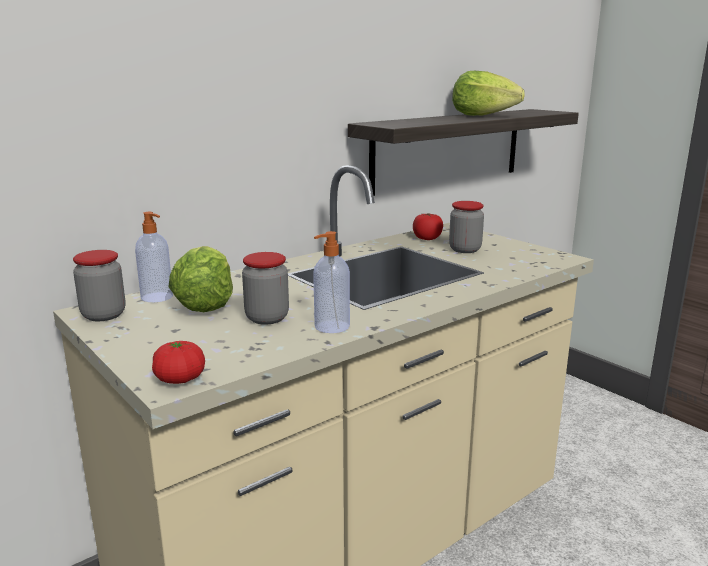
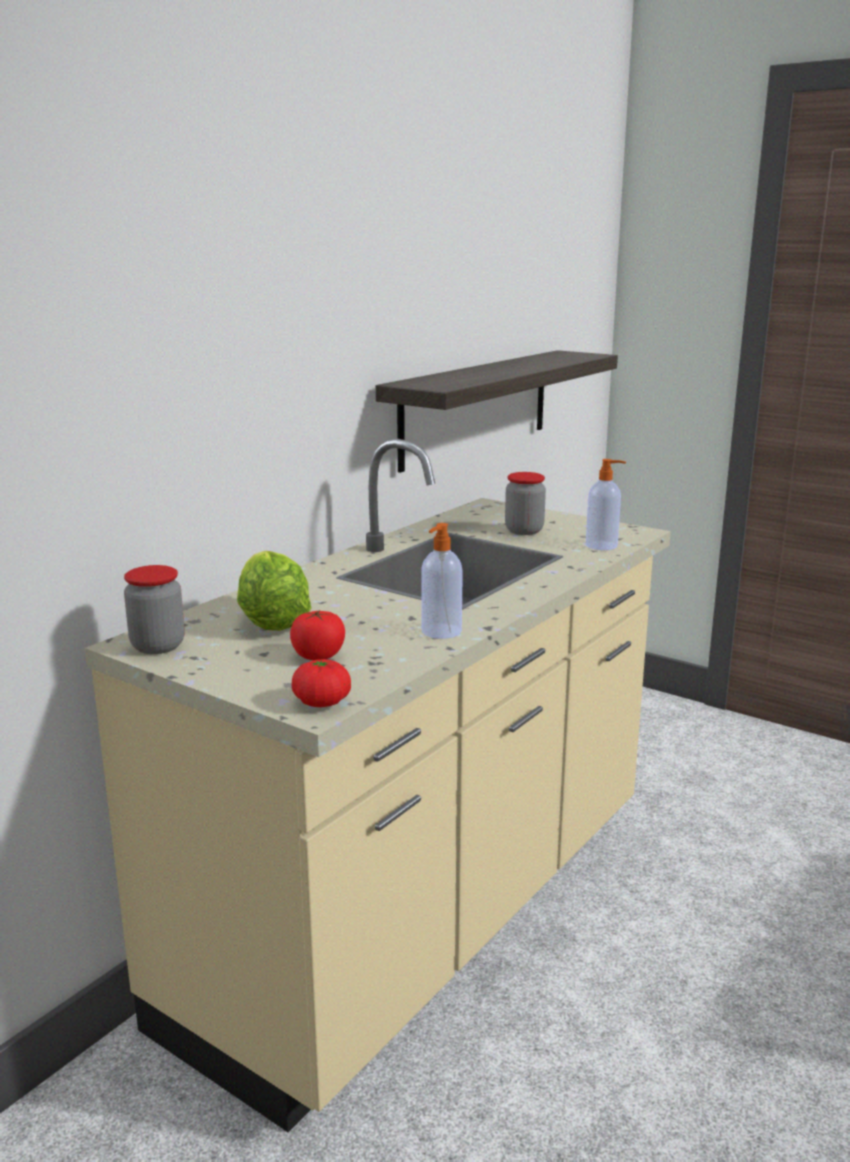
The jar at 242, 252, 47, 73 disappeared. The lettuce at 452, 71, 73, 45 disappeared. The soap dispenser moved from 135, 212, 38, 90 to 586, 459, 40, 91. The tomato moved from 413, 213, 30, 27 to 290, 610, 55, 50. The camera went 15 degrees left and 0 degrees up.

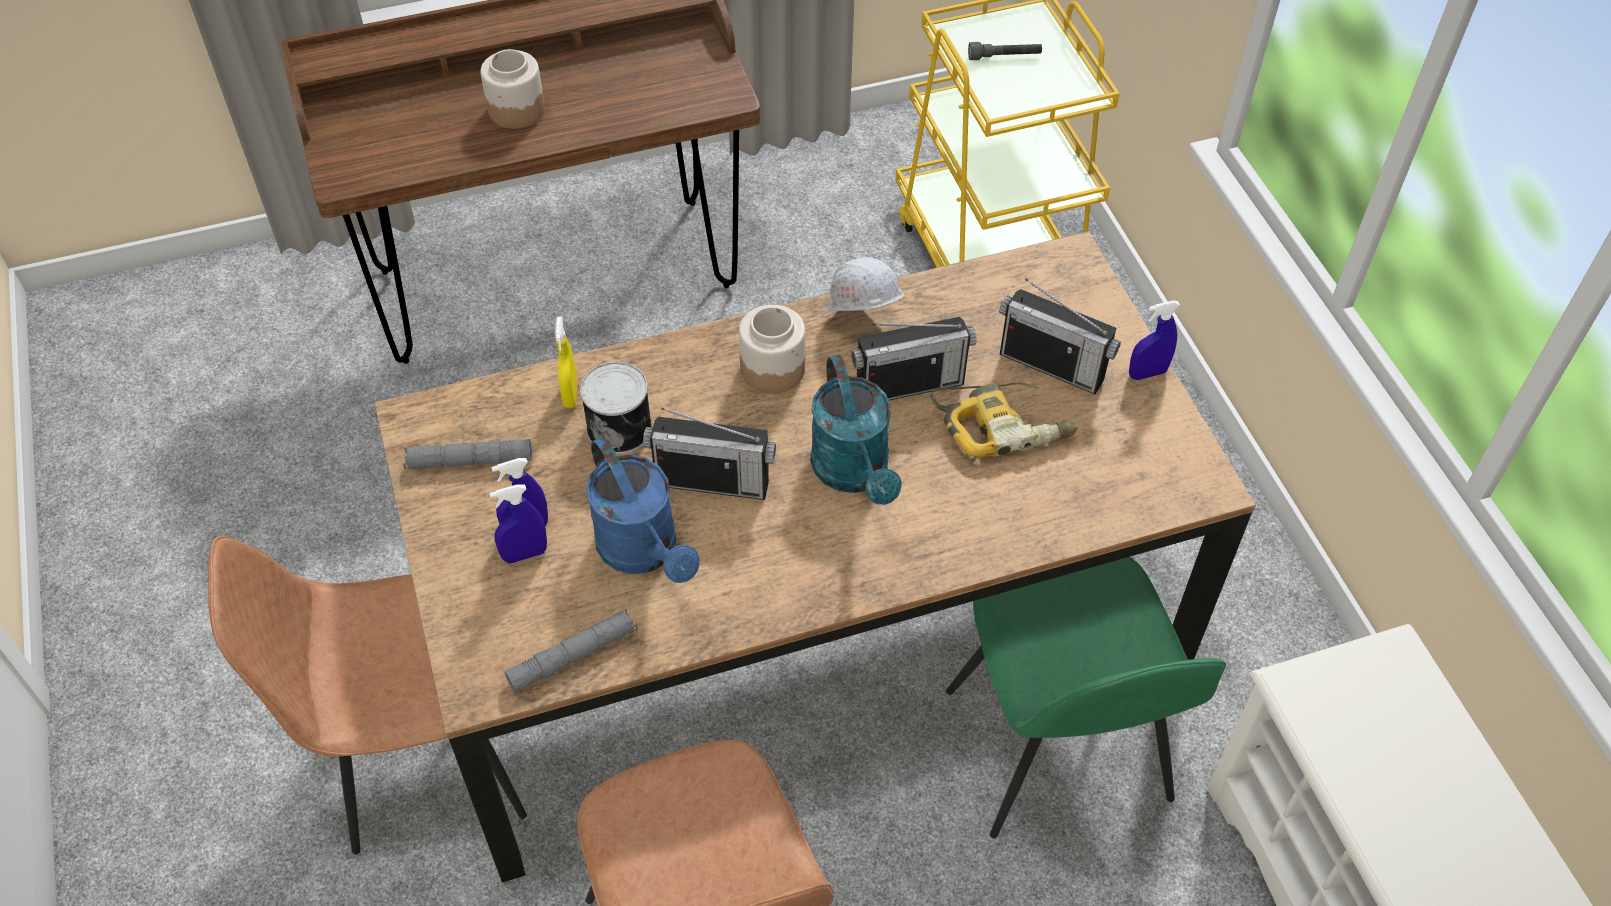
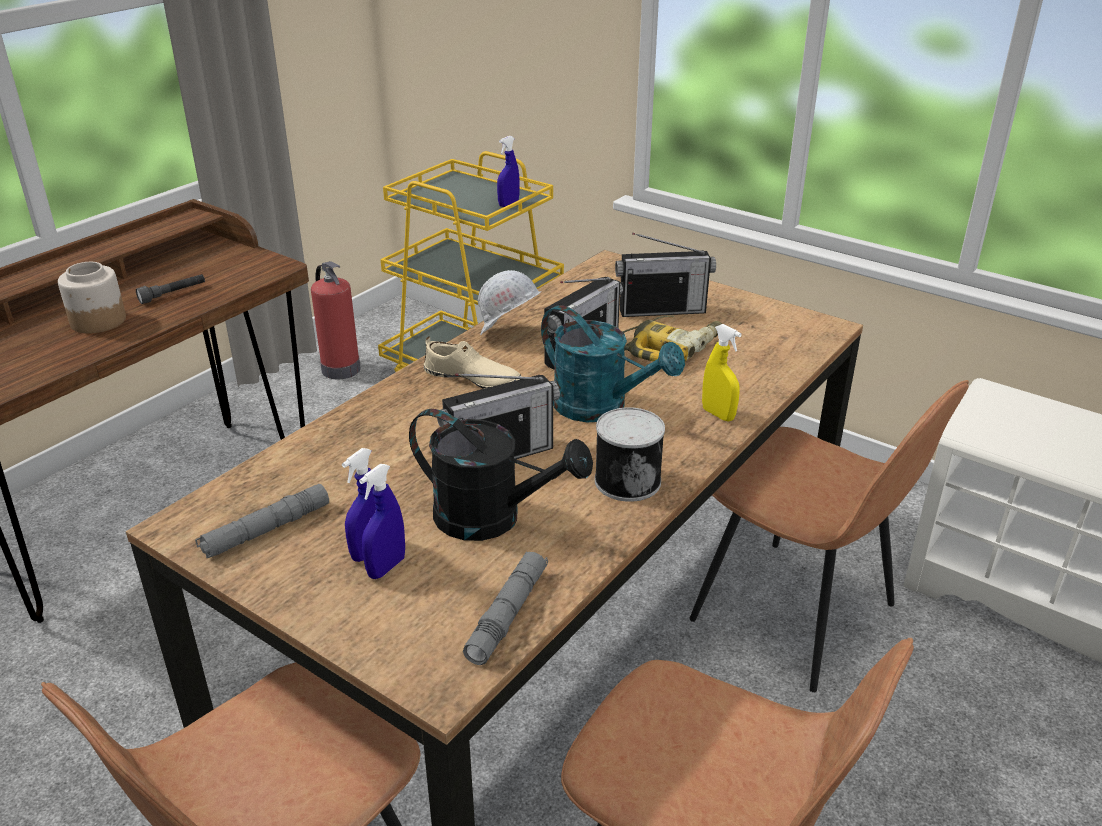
The fire extinguisher at 311, 261, 50, 118 appeared. The yellow spray bottle moved from 555, 317, 22, 91 to 702, 324, 40, 98. The can moved from 580, 362, 72, 93 to 595, 407, 70, 95. The grey flashlight moved from 968, 42, 74, 18 to 136, 274, 69, 30. The blue spray bottle moved from 1129, 300, 51, 80 to 497, 136, 22, 71. The jar at 739, 305, 67, 89 was replaced by the beige shoe at 424, 336, 98, 53. The blue watering can at 586, 437, 114, 146 became the black watering can at 409, 409, 184, 132. The green chair at 946, 557, 280, 282 became the brown chair at 689, 380, 280, 312. The camera went 35 degrees left and 20 degrees down.

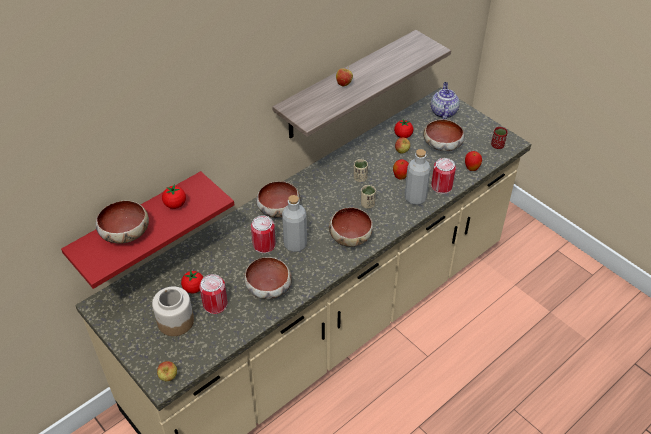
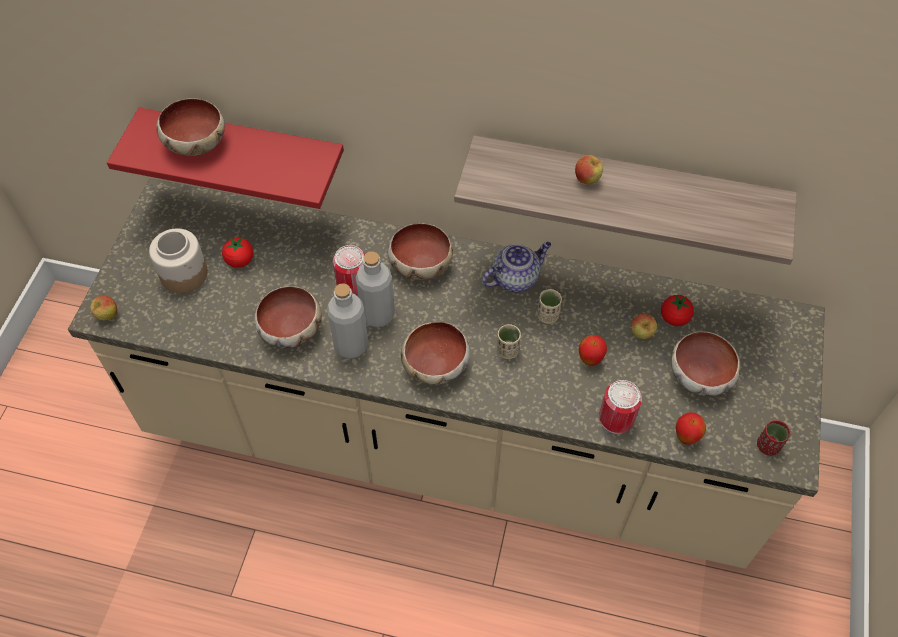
The tomato at 162, 184, 24, 25 disappeared. The can at 199, 274, 29, 40 disappeared. The grey bottle moved from 404, 149, 27, 56 to 327, 283, 42, 76. The teapot moved from 431, 82, 29, 38 to 482, 242, 69, 50. The camera went 55 degrees right and 10 degrees up.

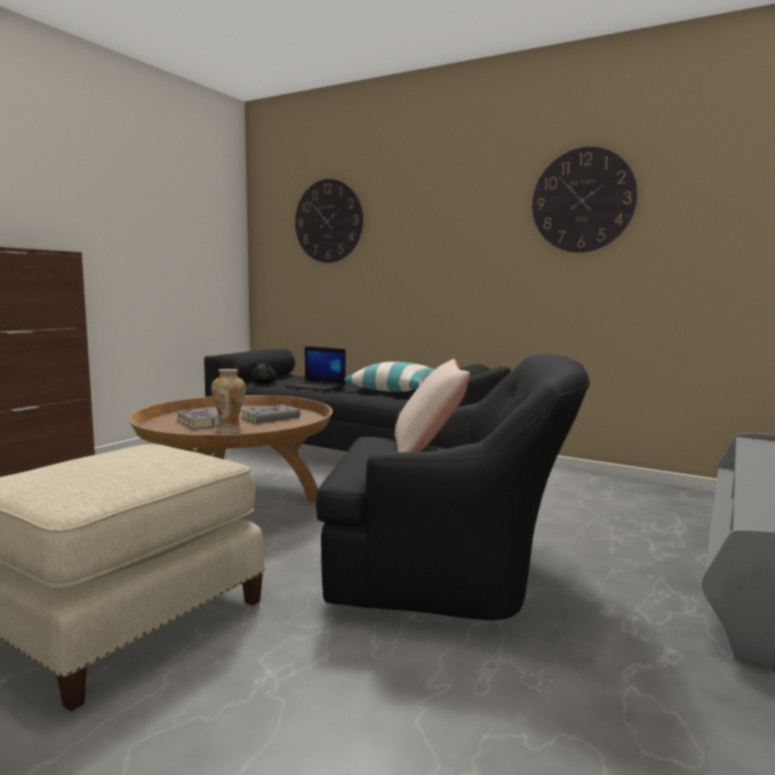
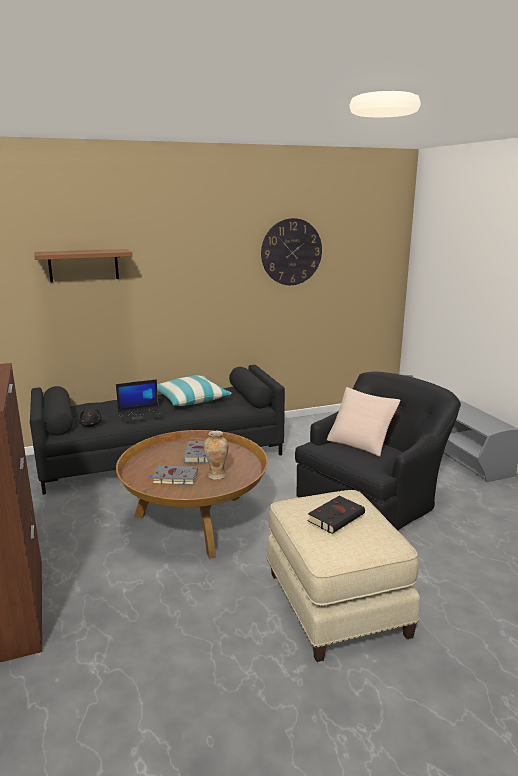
The black book at 308, 496, 57, 38 appeared. The wall clock at 295, 179, 68, 84 was replaced by the brown shelf at 34, 249, 98, 33. The camera went 50 degrees left and 10 degrees up.

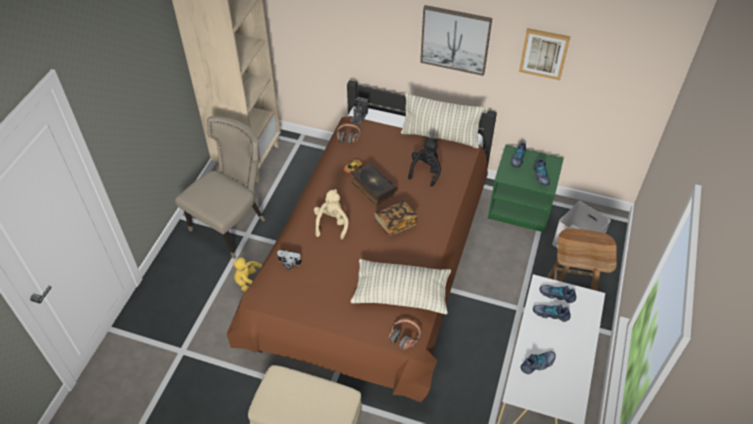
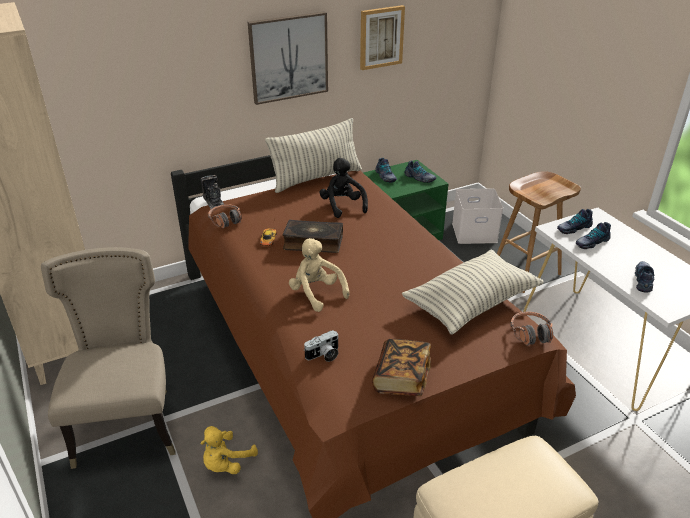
The book moved from 374, 200, 43, 36 to 372, 339, 59, 57. The camera went 45 degrees left and 15 degrees down.

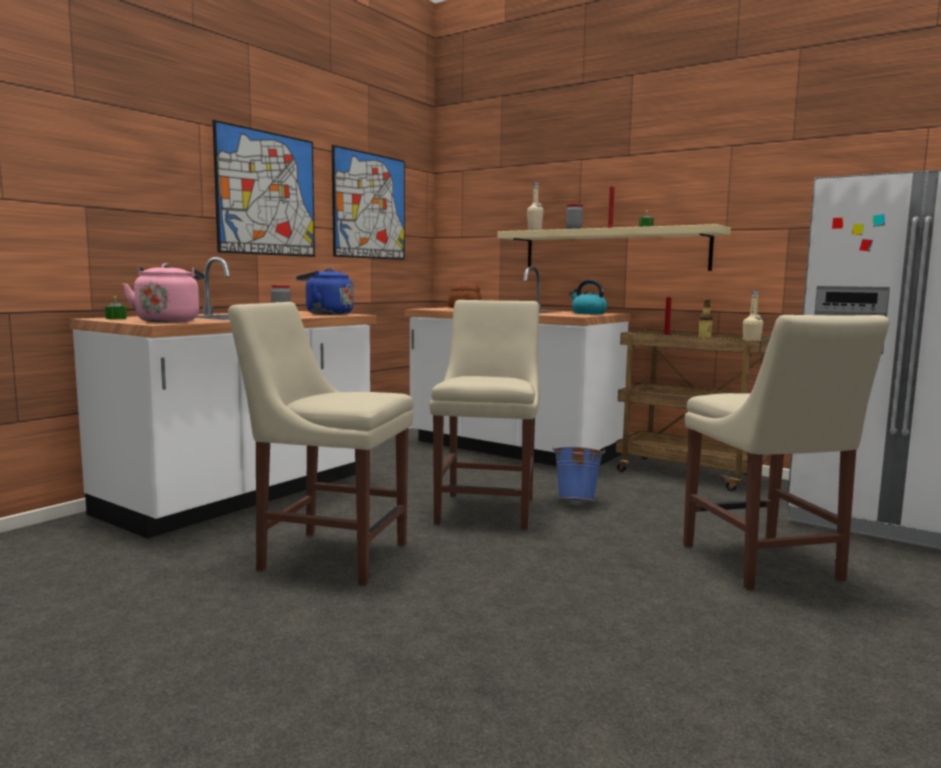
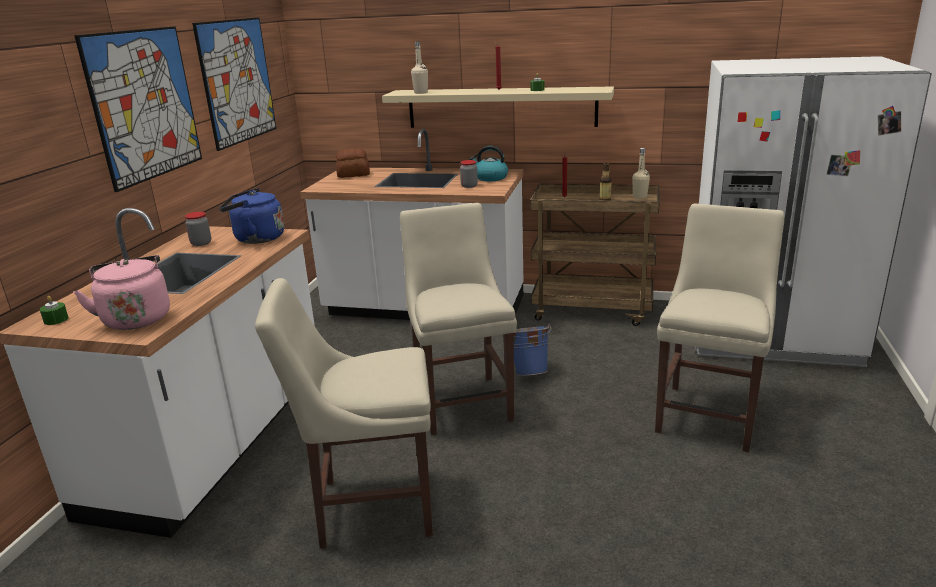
The jar moved from 566, 204, 17, 25 to 460, 160, 18, 28. The beige chair at 683, 315, 206, 275 turned 120 degrees counterclockwise. The camera went 20 degrees left and 15 degrees up.

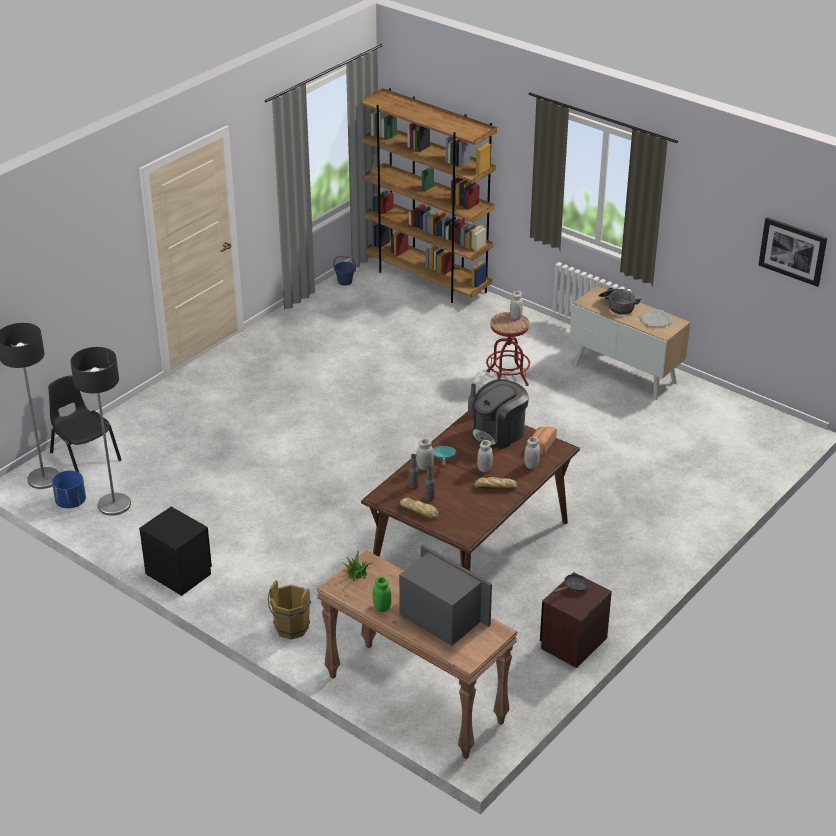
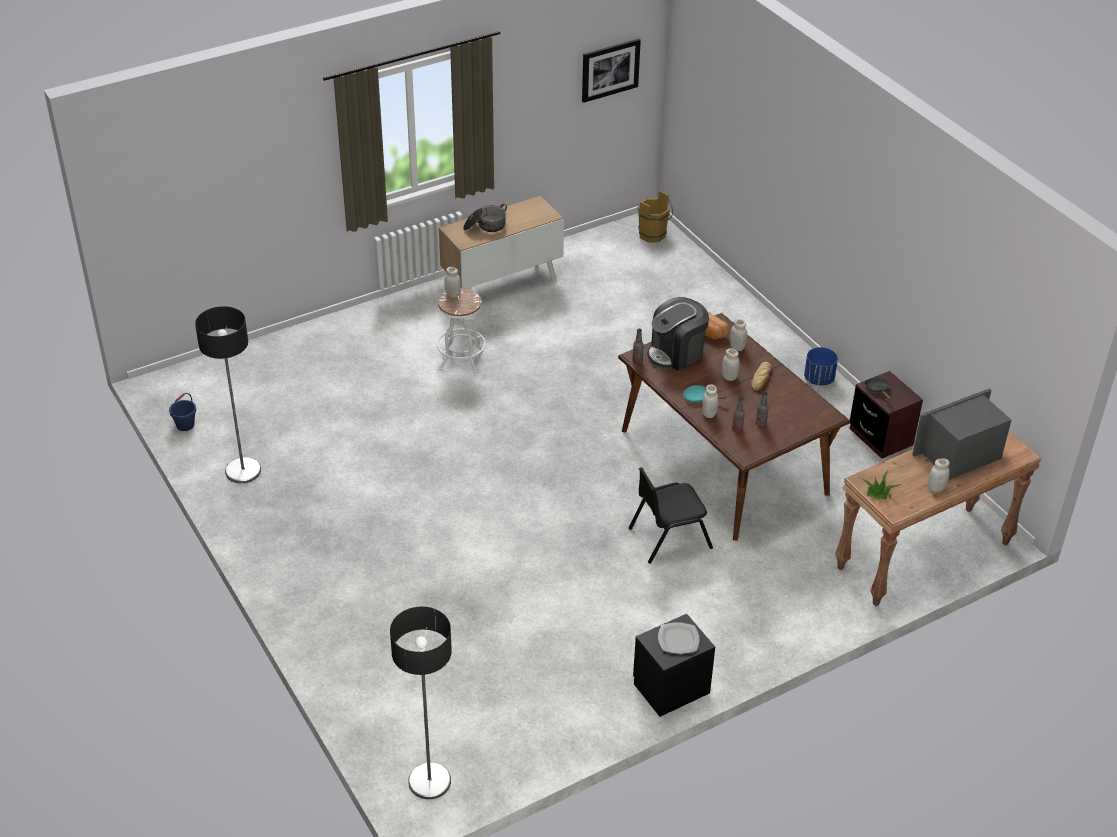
The brown bookcase at 361, 88, 136, 215 disappeared. The bread at 400, 498, 39, 21 disappeared. The black chair moved from 48, 375, 73, 97 to 629, 467, 84, 97. The blue planter moved from 52, 470, 34, 38 to 804, 347, 34, 39. The floor lamp moved from 70, 347, 61, 169 to 195, 306, 66, 177. The brown bucket moved from 268, 580, 43, 60 to 638, 190, 35, 52. The plate moved from 640, 310, 33, 17 to 658, 622, 42, 32. The green jar at 373, 577, 18, 35 became the white jar at 928, 458, 22, 34. The red stool at 486, 312, 44, 74 became the white stool at 437, 288, 49, 86. The coffee machine at 471, 379, 58, 70 turned 75 degrees clockwise. The camera went 70 degrees left and 5 degrees up.

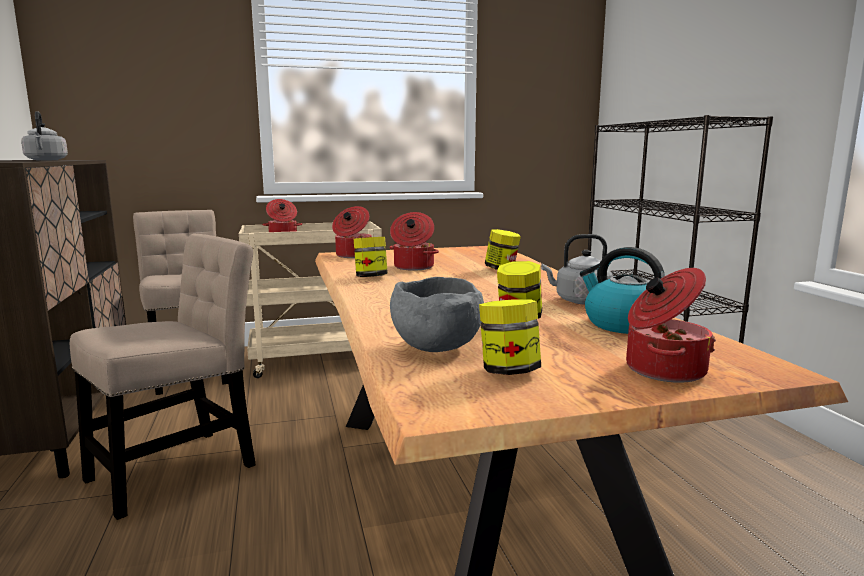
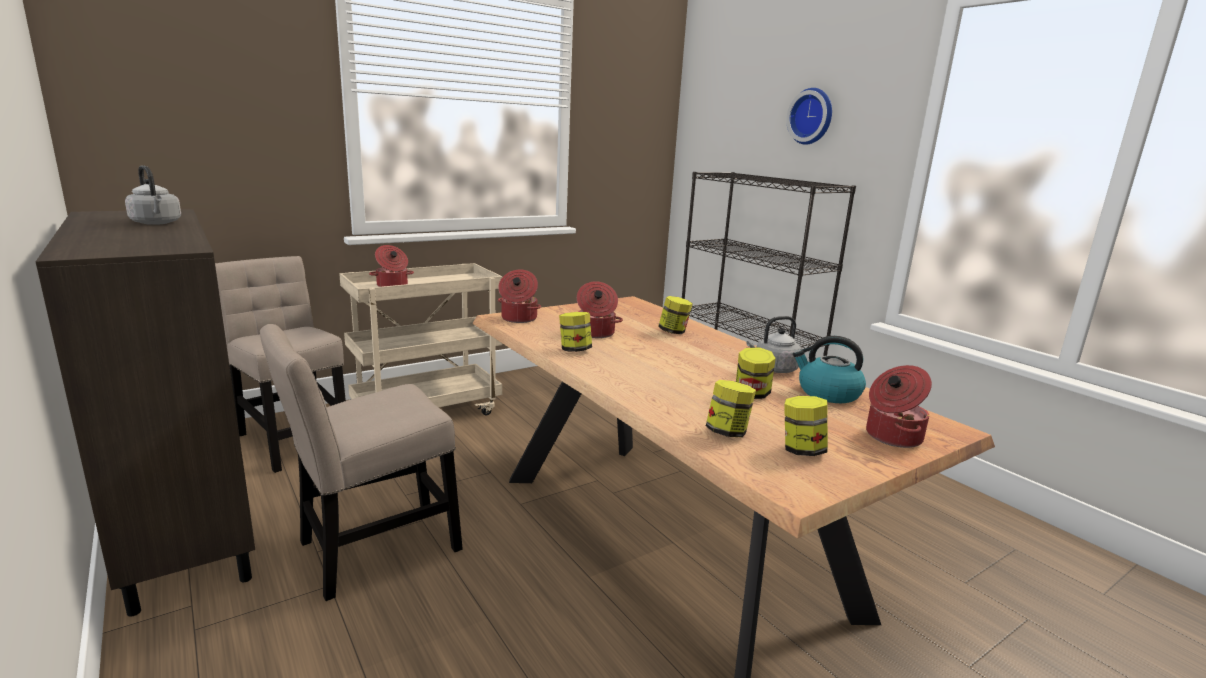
The wall clock at 786, 88, 46, 57 appeared. The grey bowl at 390, 277, 94, 75 was replaced by the jar at 706, 380, 50, 57. The beige chair at 70, 233, 186, 287 turned 150 degrees counterclockwise. The camera went 20 degrees left and 5 degrees up.

